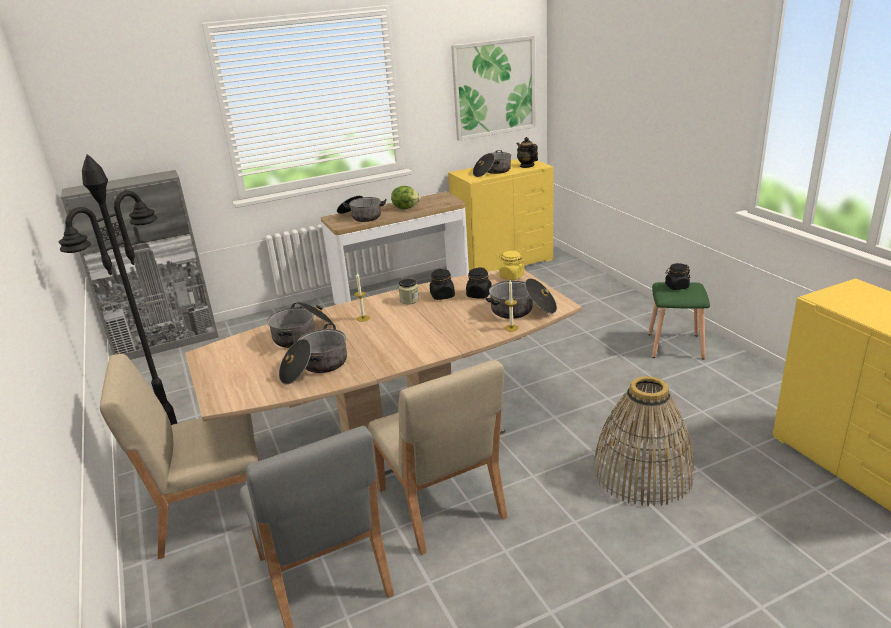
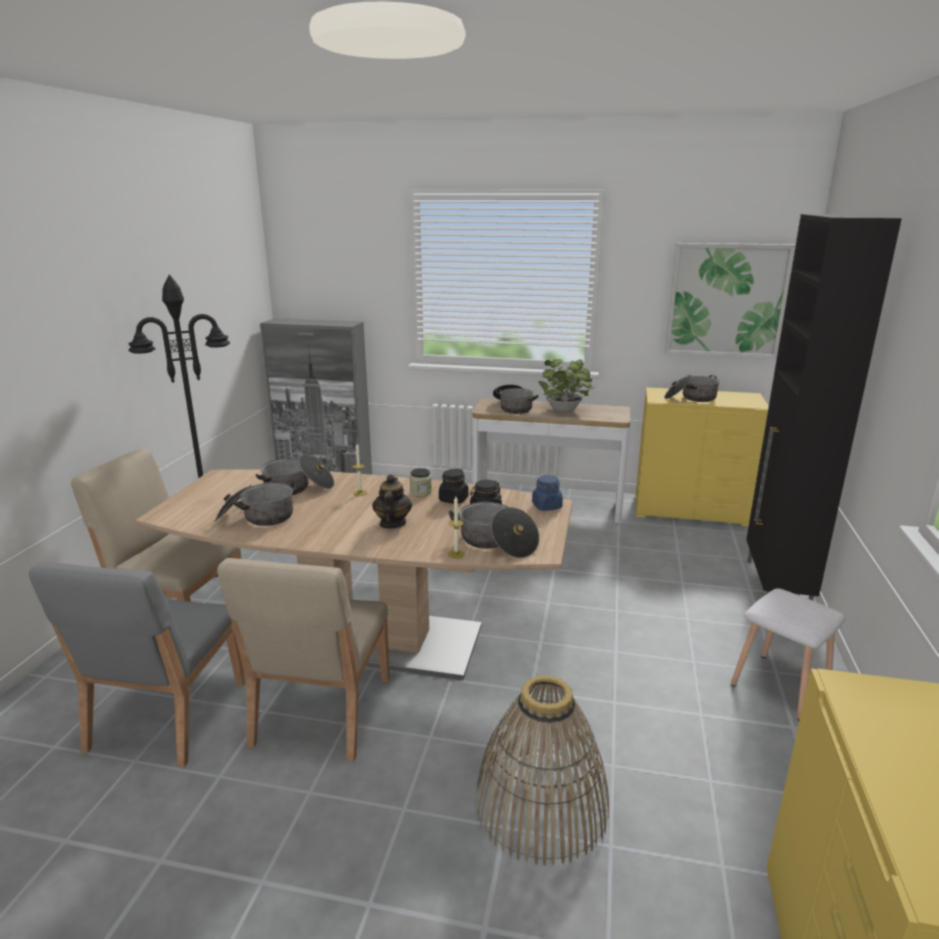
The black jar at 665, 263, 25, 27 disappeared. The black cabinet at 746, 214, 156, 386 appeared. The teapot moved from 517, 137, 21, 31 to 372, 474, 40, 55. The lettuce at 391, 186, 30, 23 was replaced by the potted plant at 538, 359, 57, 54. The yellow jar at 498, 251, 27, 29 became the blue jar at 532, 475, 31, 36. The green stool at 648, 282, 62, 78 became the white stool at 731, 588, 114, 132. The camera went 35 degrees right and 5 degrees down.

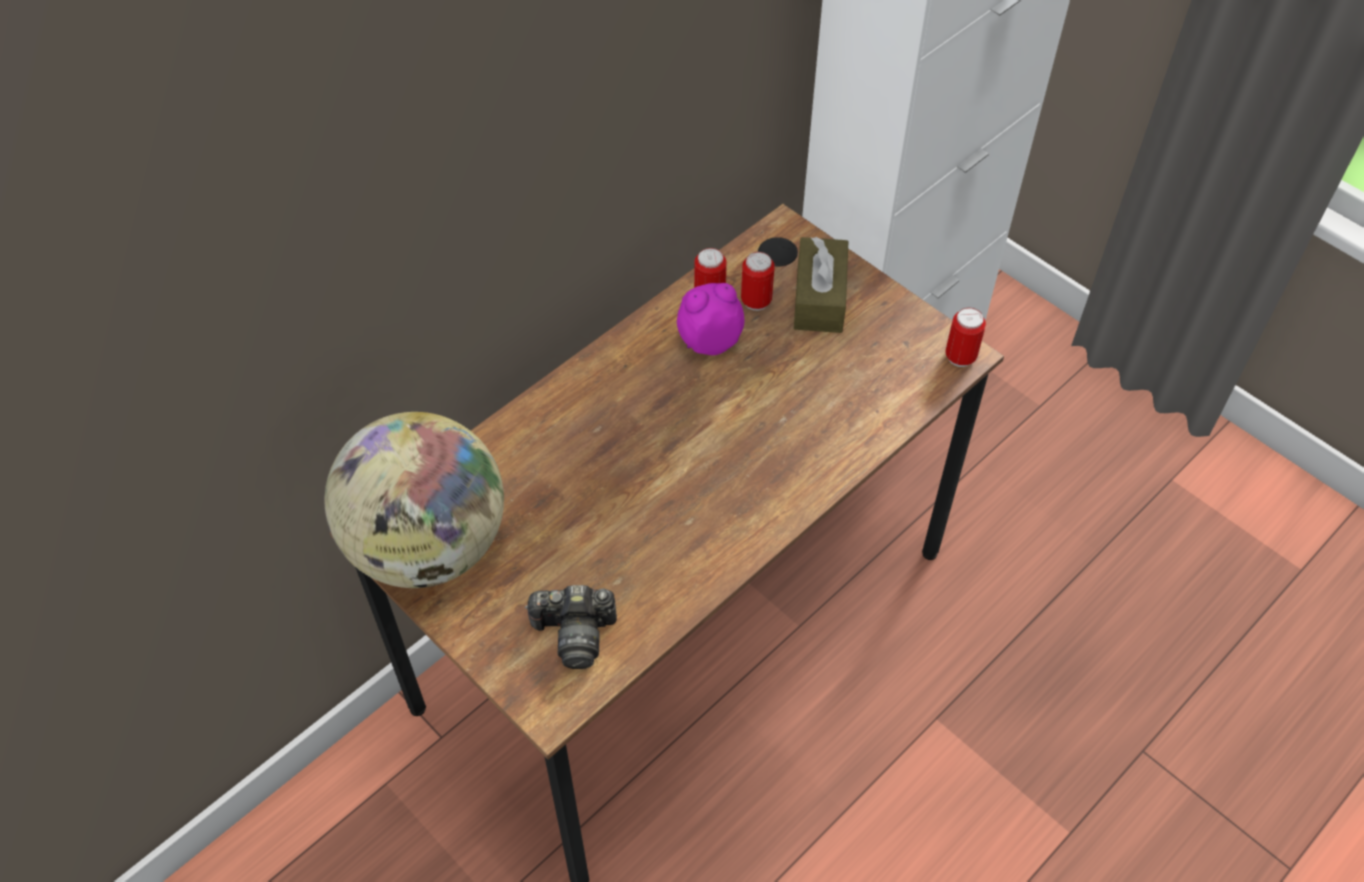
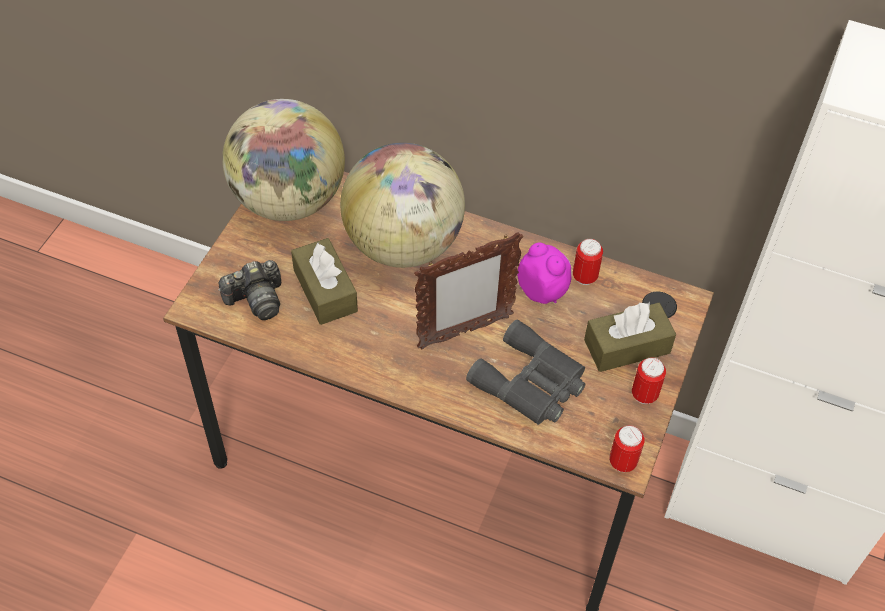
The brown tissue box at 291, 238, 67, 87 appeared. The globe at 340, 143, 125, 125 appeared. The picture frame at 414, 232, 109, 117 appeared. The grey binoculars at 466, 320, 120, 105 appeared. The can moved from 741, 252, 34, 59 to 632, 357, 34, 47. The photo camera at 524, 585, 93, 84 turned 90 degrees counterclockwise. The camera went 65 degrees right and 0 degrees up.

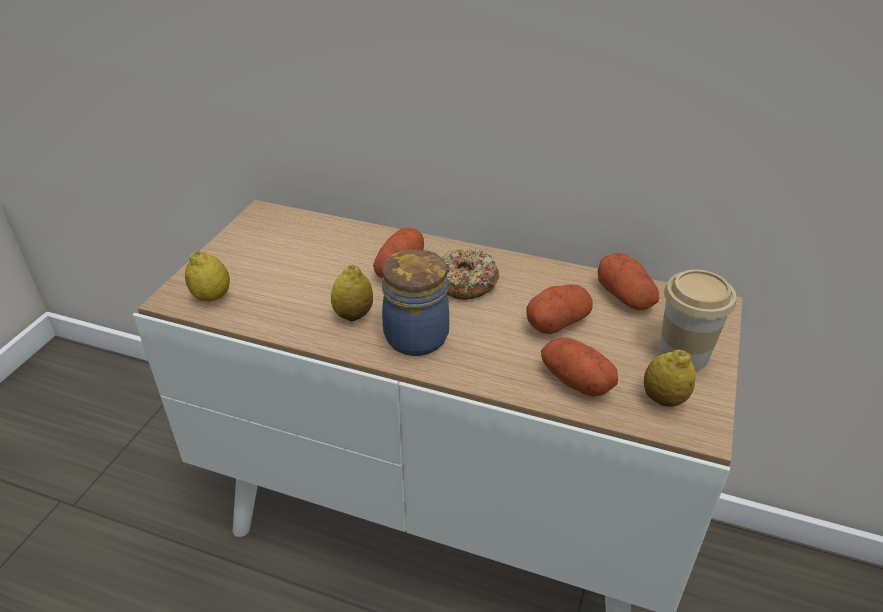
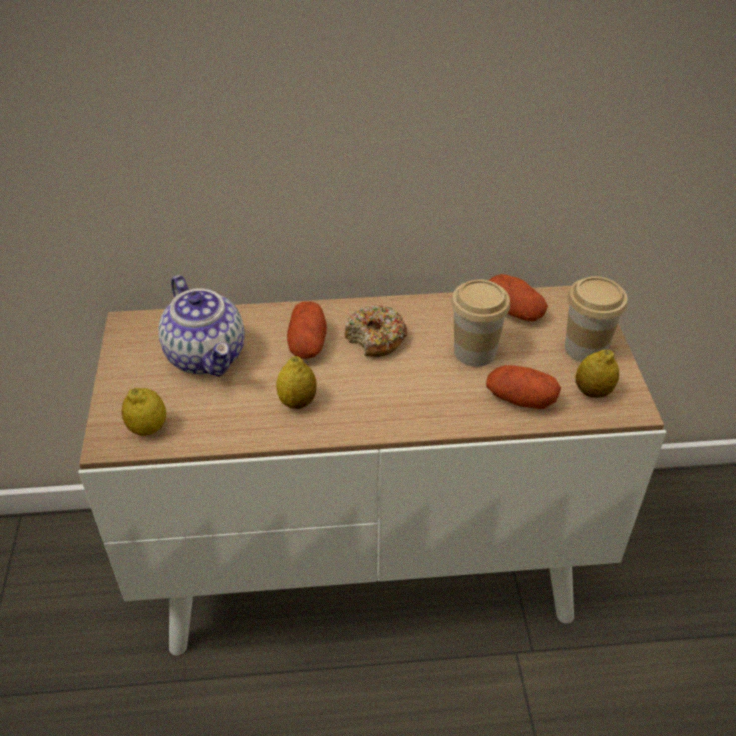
The jar at 382, 249, 67, 107 disappeared. The teapot at 158, 275, 87, 101 appeared. The potato at 526, 284, 67, 50 was replaced by the cup at 451, 279, 59, 88. The camera went 25 degrees left and 5 degrees up.

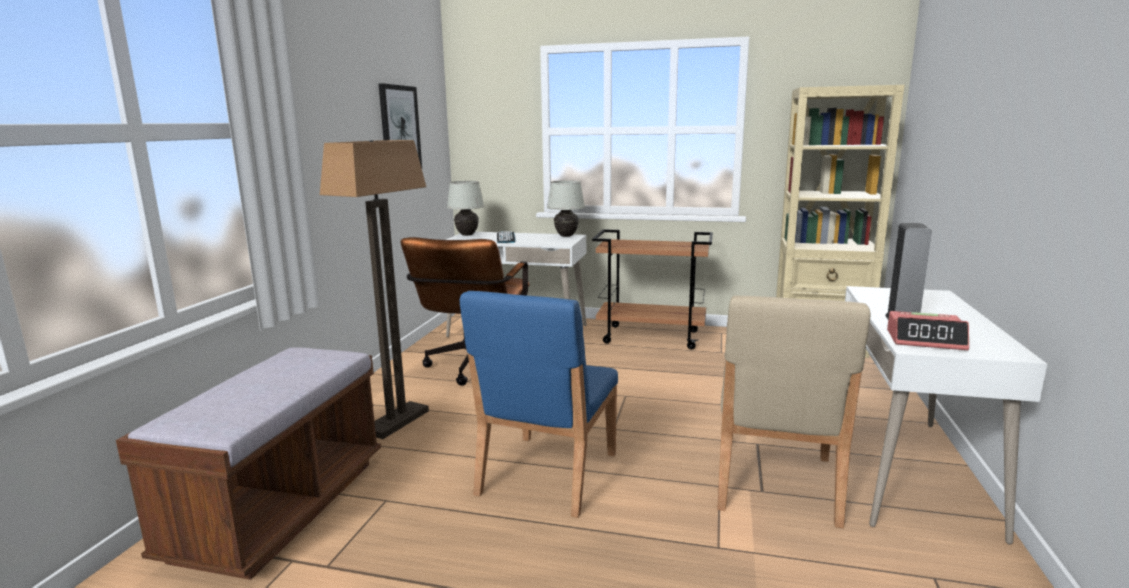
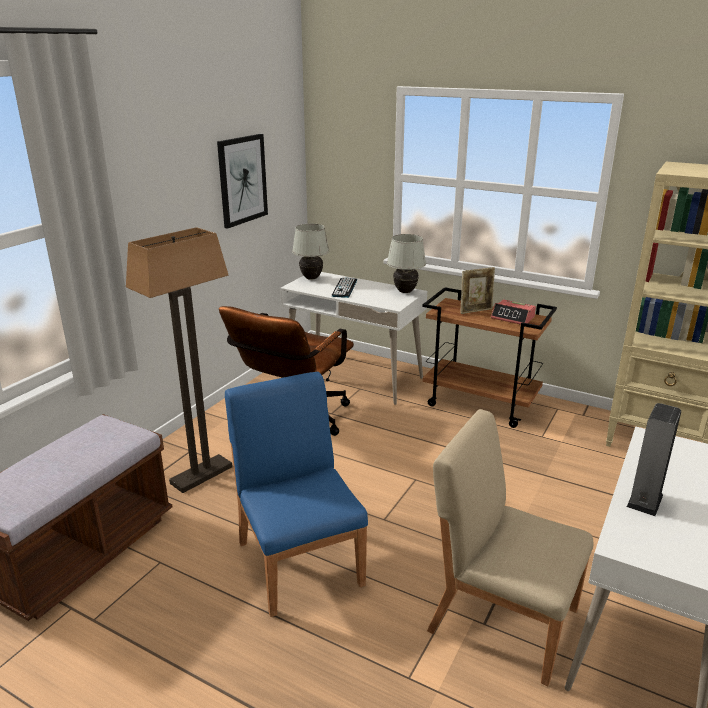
The picture frame at 460, 267, 35, 47 appeared. The alarm clock moved from 887, 311, 82, 39 to 491, 299, 45, 26. The blue chair at 460, 291, 158, 227 turned 120 degrees clockwise. The beige chair at 717, 296, 153, 232 turned 90 degrees clockwise. The camera went 15 degrees right and 10 degrees up.

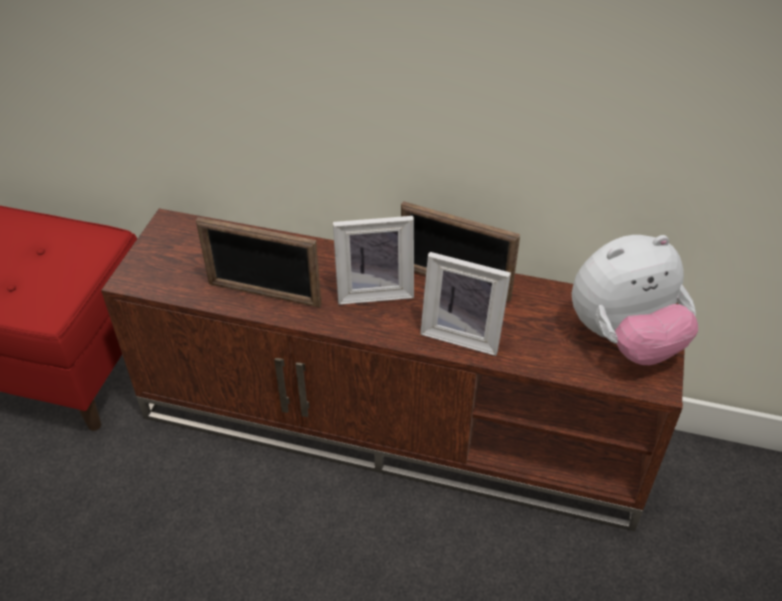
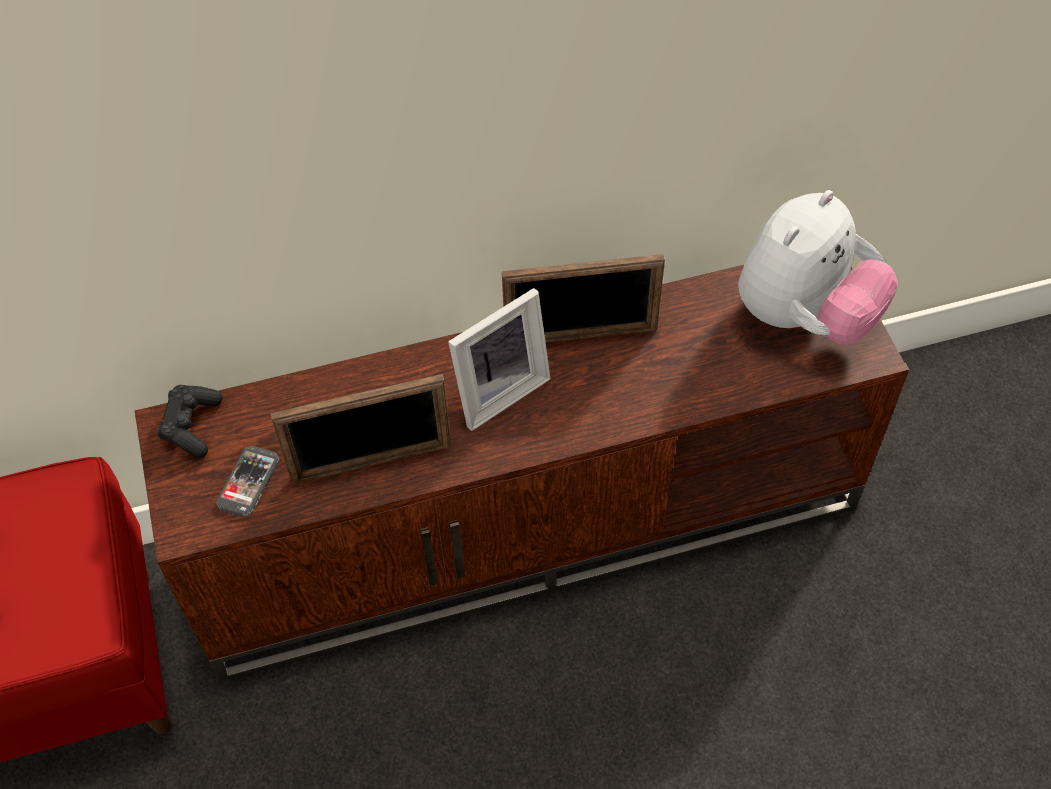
The picture frame at 420, 252, 91, 104 disappeared. The black game controller at 157, 385, 65, 73 appeared. The phone at 216, 446, 63, 71 appeared. The camera went 30 degrees left and 10 degrees up.

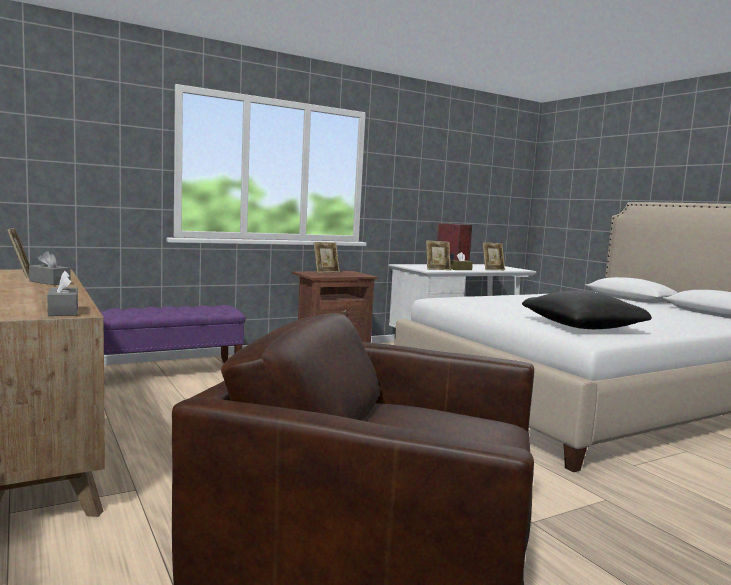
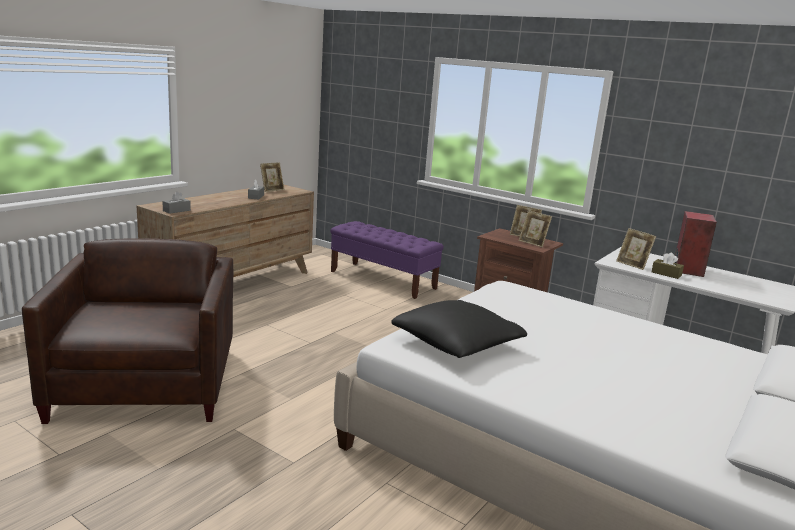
The picture frame moved from 483, 242, 22, 28 to 519, 210, 33, 37. The camera went 65 degrees right and 10 degrees up.

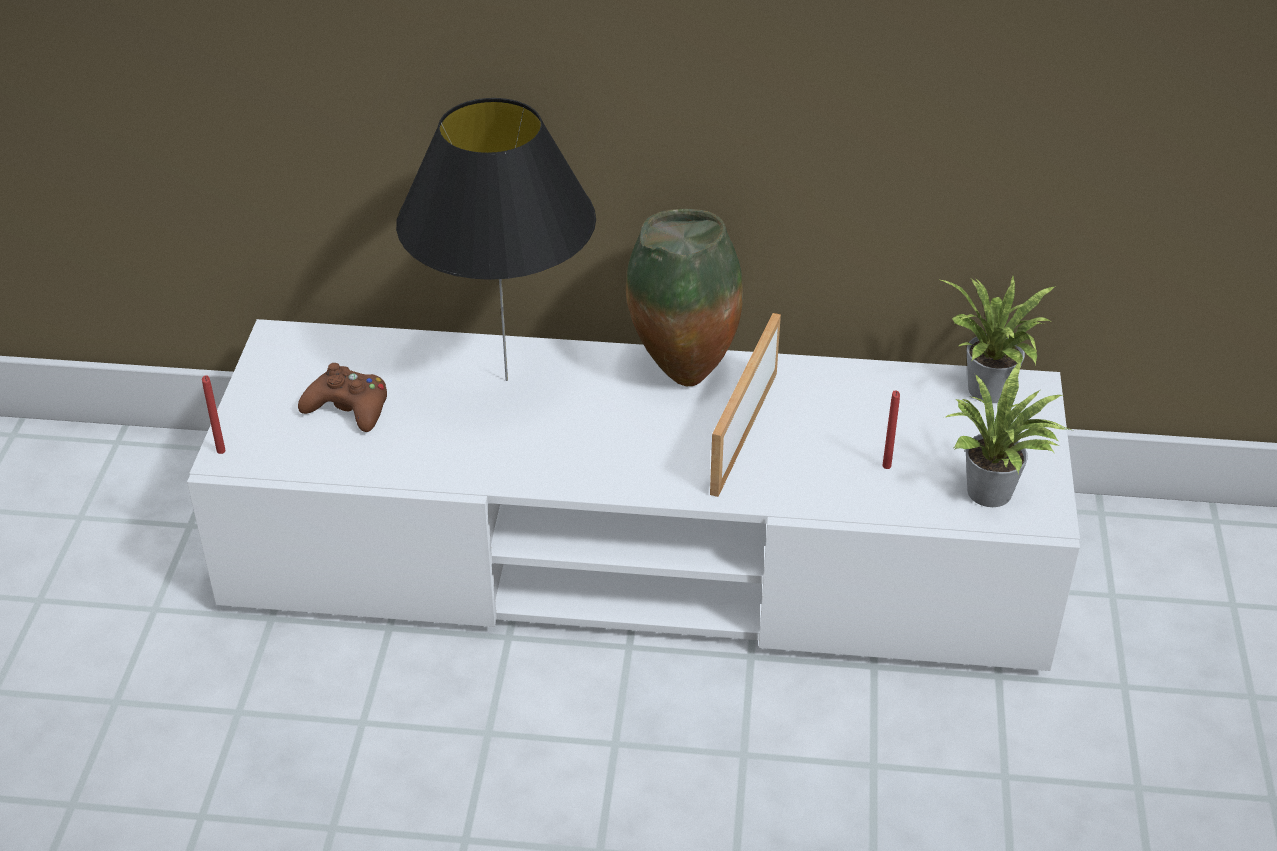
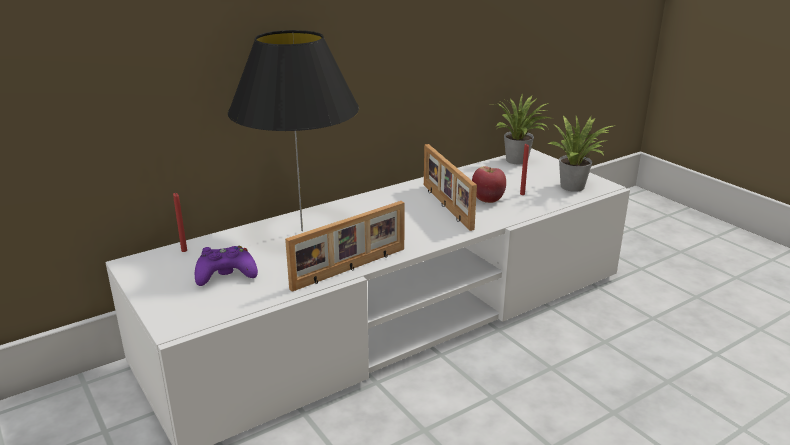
The vase at 626, 209, 117, 177 disappeared. The picture frame at 285, 201, 120, 91 appeared. The apple at 472, 166, 34, 37 appeared. The red candle moved from 202, 375, 24, 79 to 173, 193, 14, 59. The brown game controller at 298, 363, 89, 69 became the purple game controller at 195, 246, 63, 40. The camera went 40 degrees left and 15 degrees down.

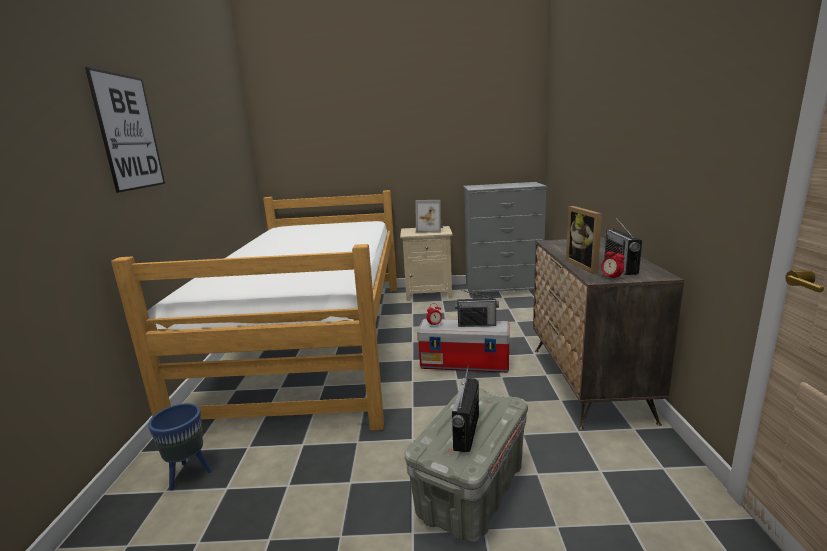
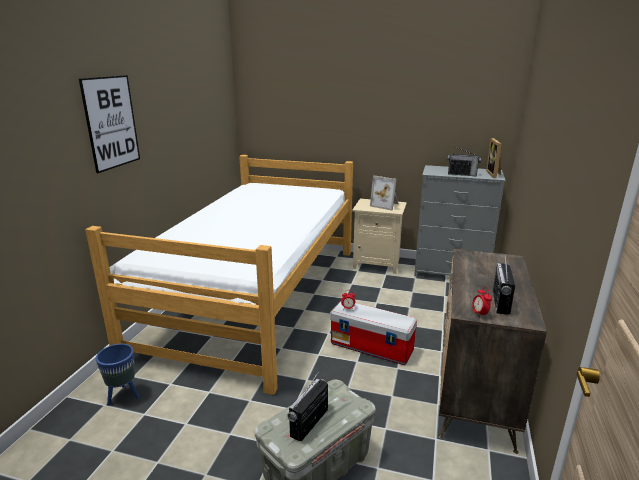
The radio moved from 455, 290, 44, 37 to 447, 146, 34, 31. The picture frame moved from 566, 206, 36, 68 to 486, 138, 16, 40. The camera went 15 degrees right and 5 degrees up.

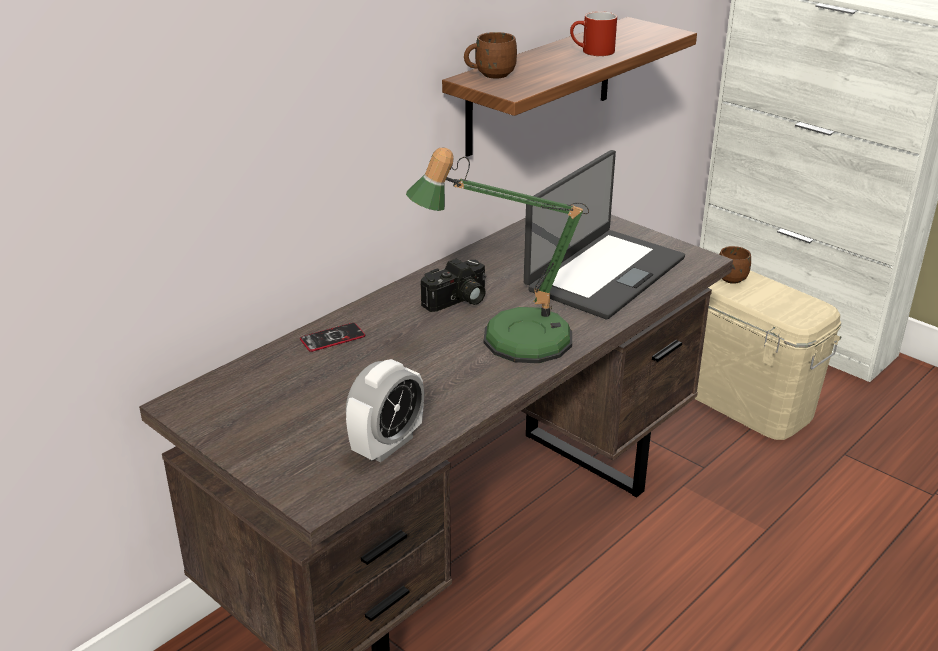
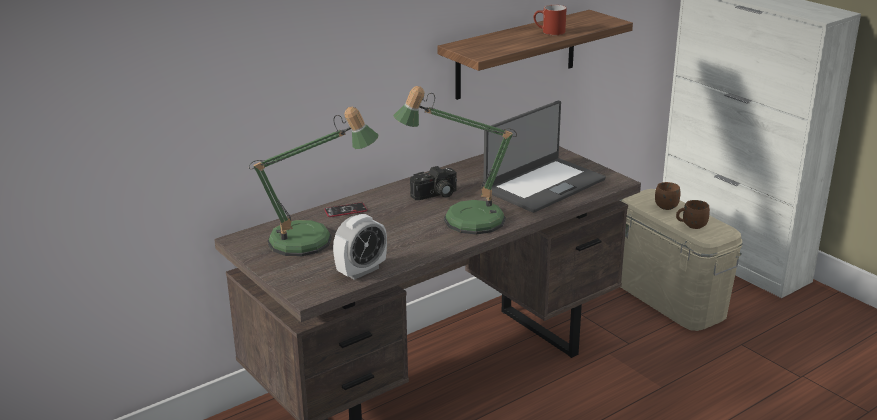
The table lamp at 249, 107, 129, 149 appeared. The brown mug moved from 464, 32, 53, 47 to 676, 200, 34, 29. The camera went 10 degrees right and 5 degrees down.

